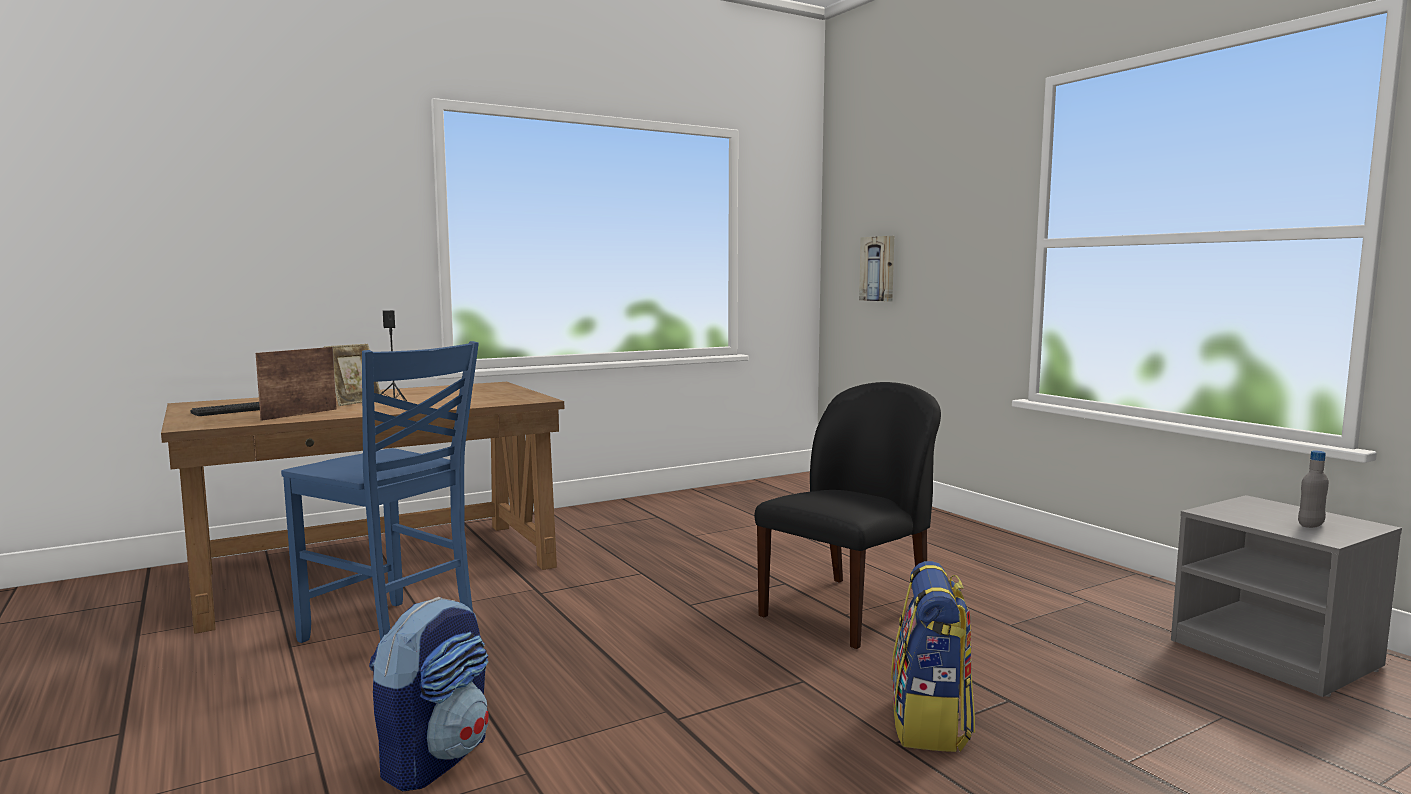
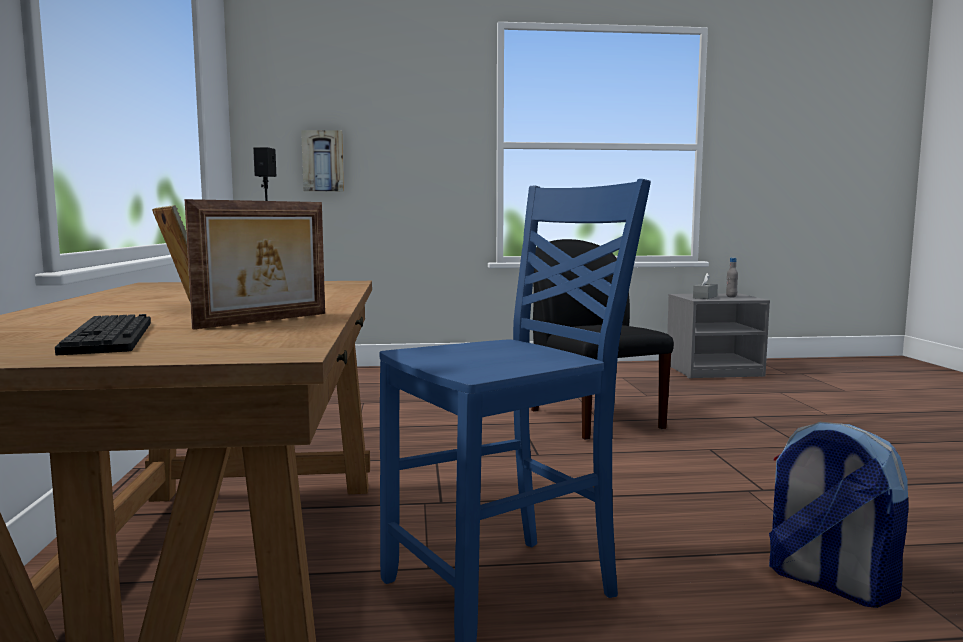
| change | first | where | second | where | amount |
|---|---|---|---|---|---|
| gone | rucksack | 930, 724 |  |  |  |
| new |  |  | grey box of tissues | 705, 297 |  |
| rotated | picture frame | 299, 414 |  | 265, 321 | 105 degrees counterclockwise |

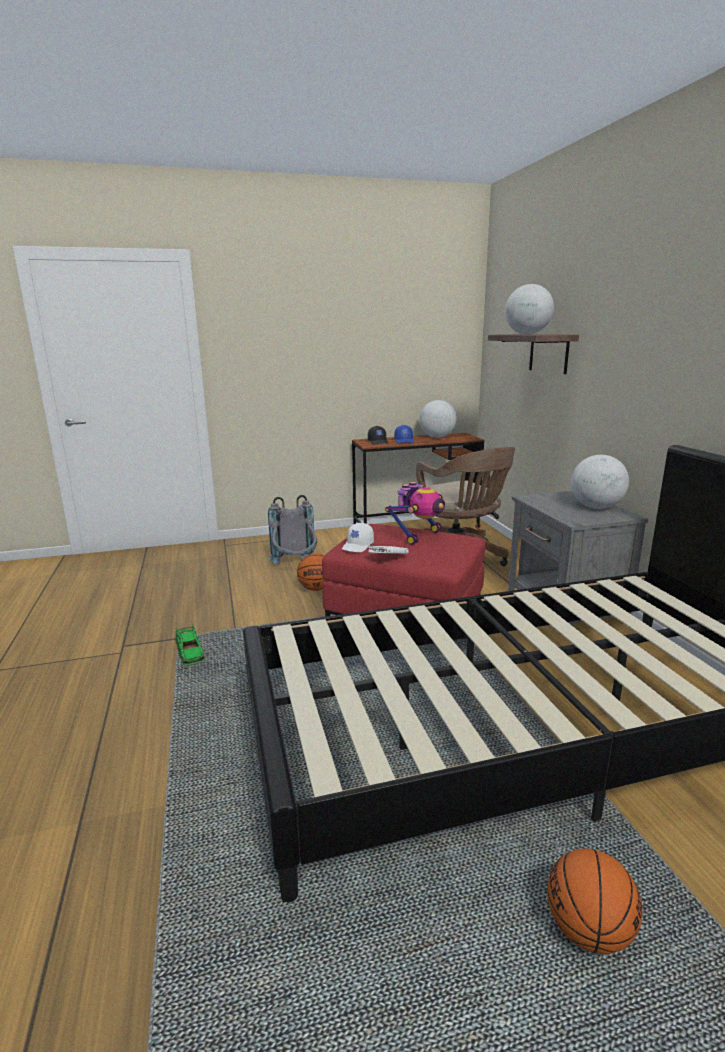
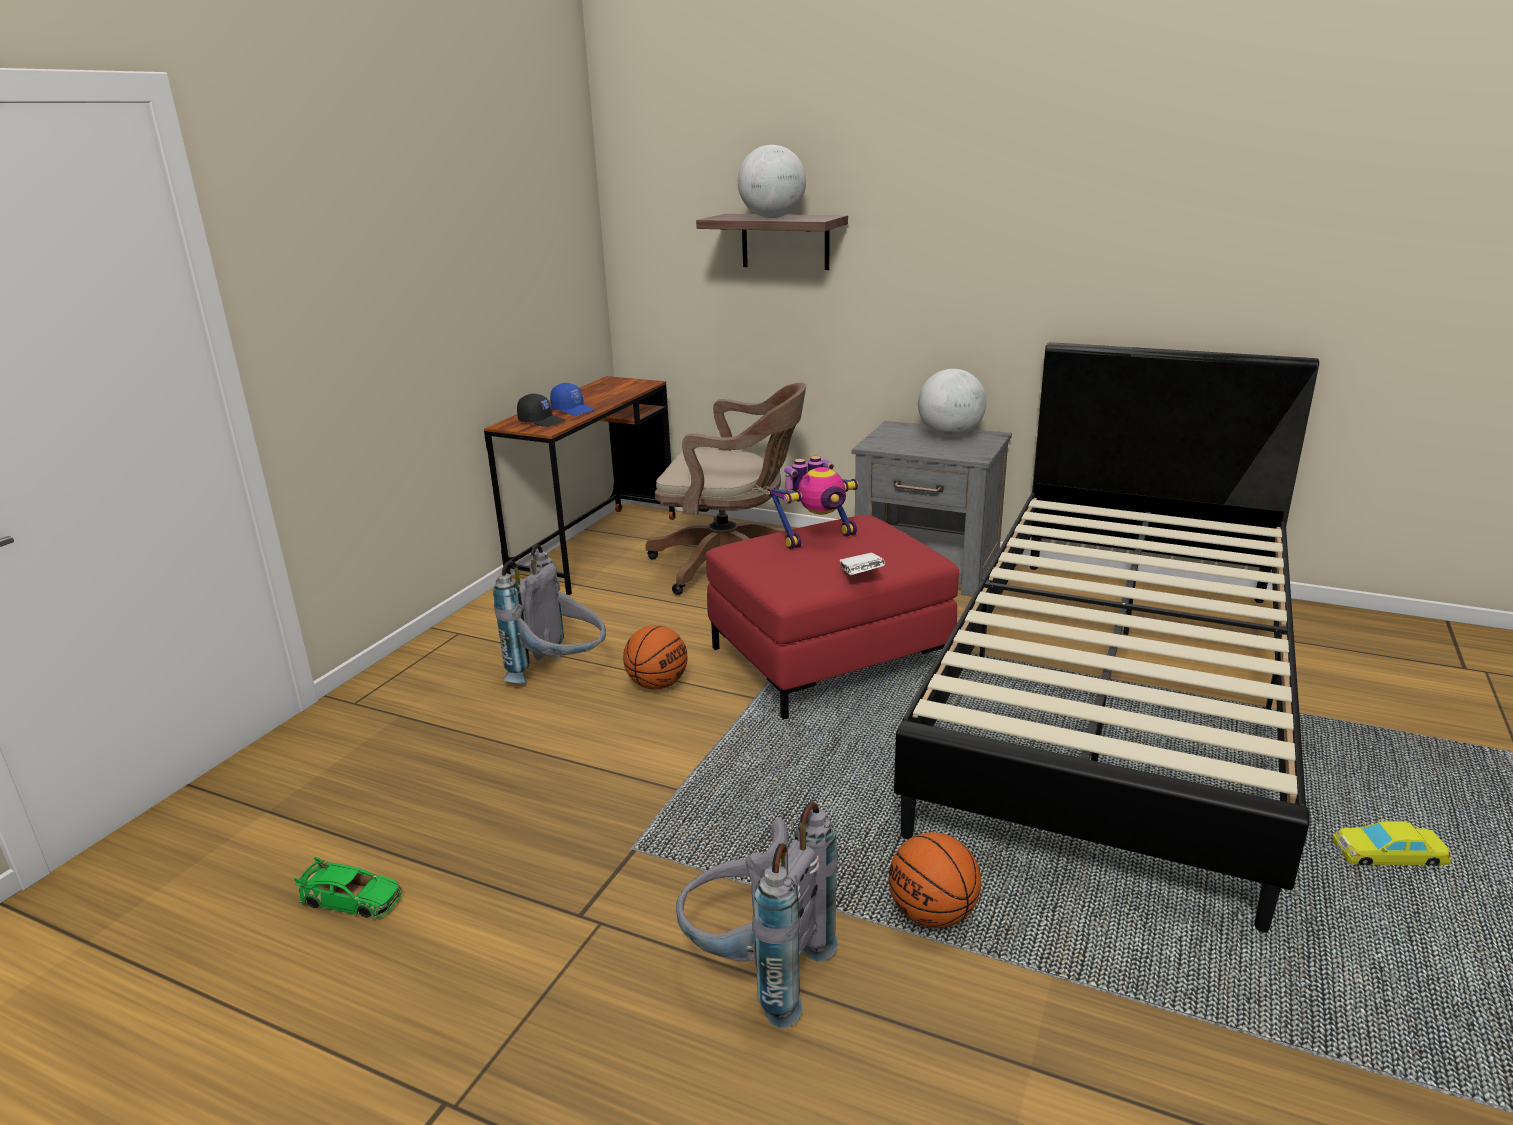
| change | first | where | second | where | amount |
|---|---|---|---|---|---|
| gone | white-coloured baseball cap | 358, 546 |  |  |  |
| gone | desk globe | 437, 437 |  |  |  |
| new |  |  | grey rucksack | 756, 972 |  |
| new |  |  | yellow model car | 1388, 853 |  |
| shifted | greenish model car | 190, 652 |  | 351, 899 |  |
| shifted | basketball ball | 587, 930 |  | 932, 914 |  |
| rotated | robot figure | 418, 536 |  | 816, 537 | 75 degrees clockwise |

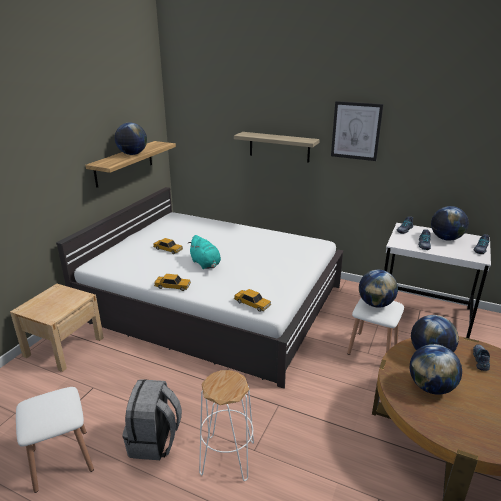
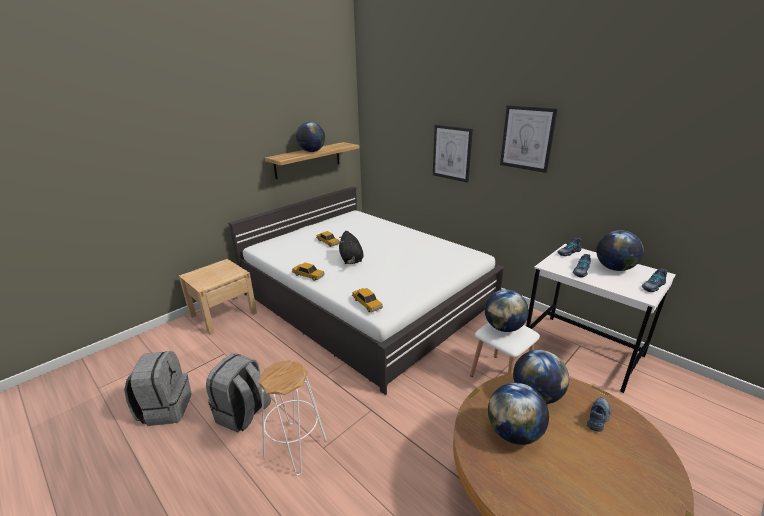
| change | first | where | second | where | amount |
|---|---|---|---|---|---|
| swapped | white-coloured stool seat | 61, 459 | grey rucksack | 166, 409 |  |
| swapped | bracket shelf | 279, 147 | picture | 452, 153 |  |
| repainted | turquoise soft toy | 206, 264 | black soft toy | 351, 260 |  |

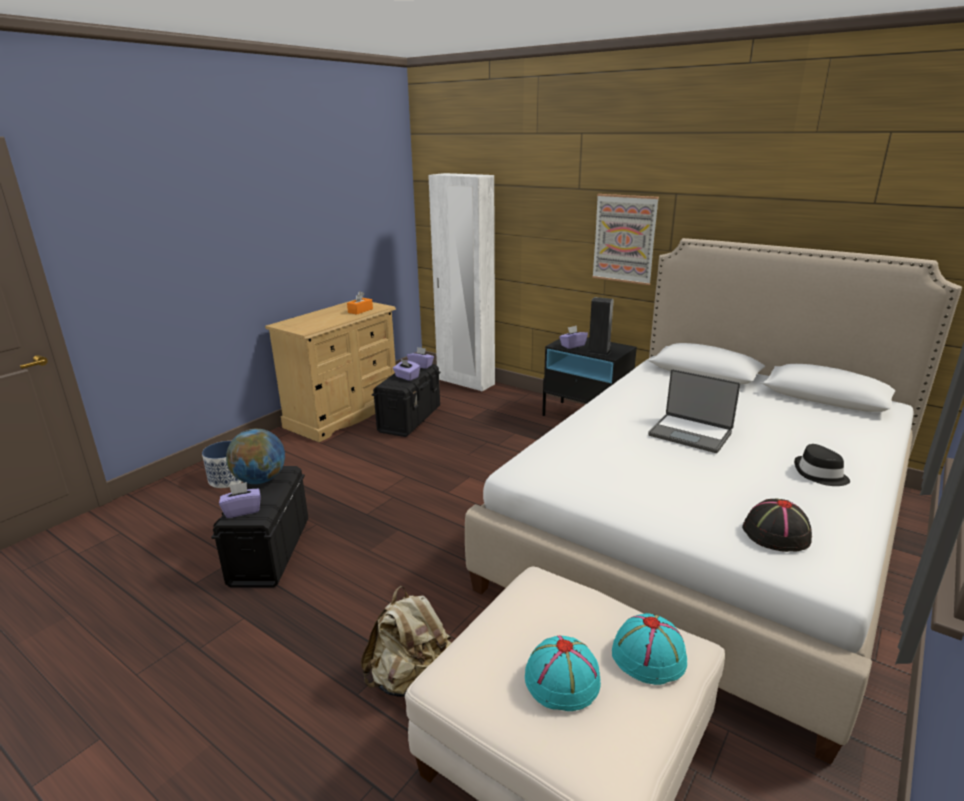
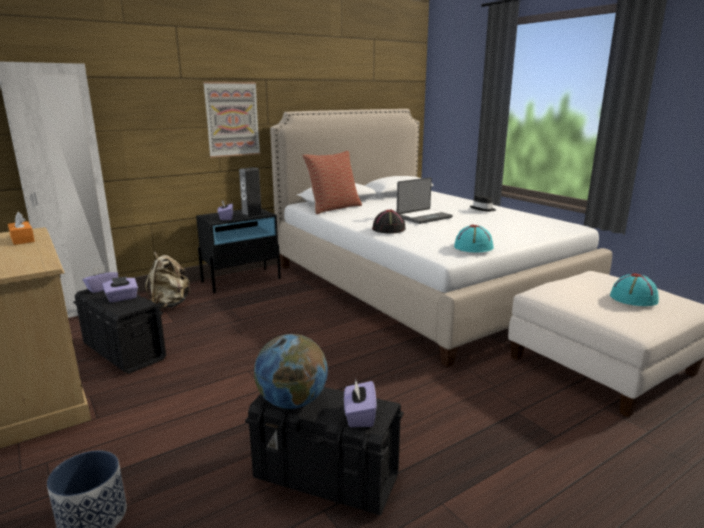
| change | first | where | second | where | amount |
|---|---|---|---|---|---|
| new |  |  | cushion | 333, 208 |  |
| shifted | sand-coloured rucksack | 411, 679 |  | 169, 305 |  |
| shifted | turquoise wearable hat | 649, 656 |  | 473, 247 |  |
| shifted | black wearable hat | 775, 534 |  | 388, 229 |  |

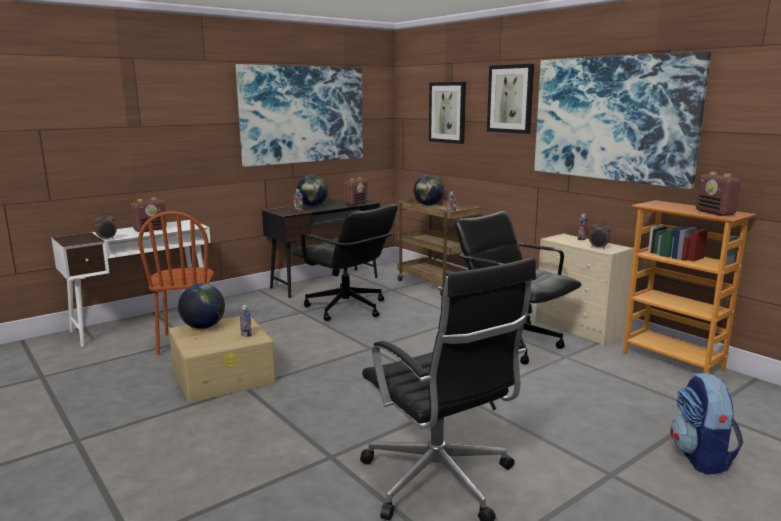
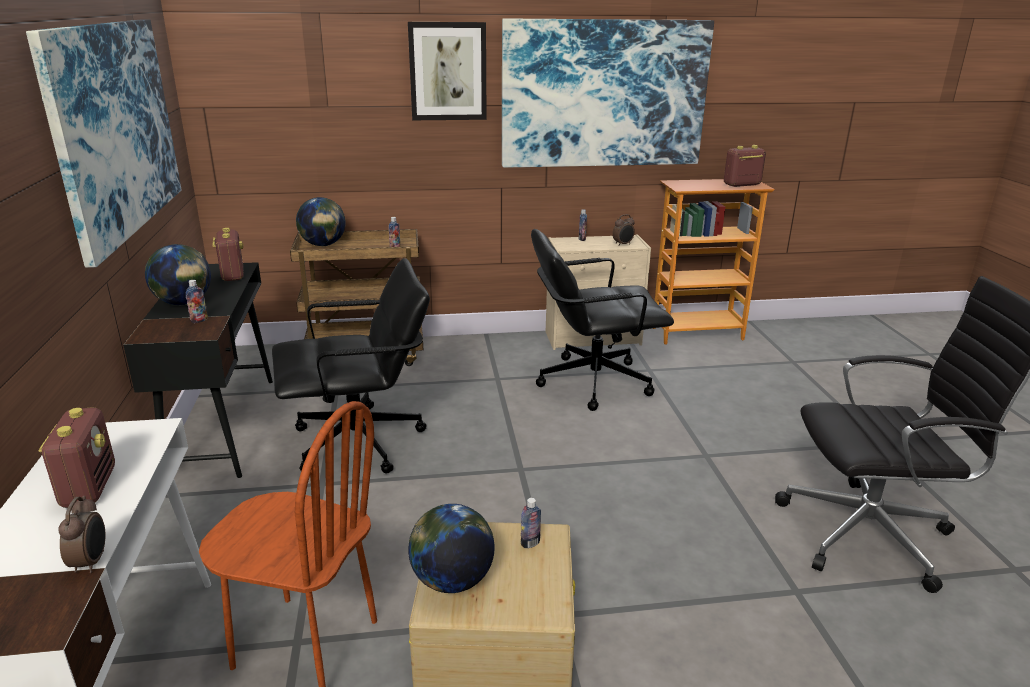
| change | first | where | second | where | amount |
|---|---|---|---|---|---|
| gone | picture | 447, 112 |  |  |  |
| gone | rucksack | 701, 457 |  |  |  |
| rotated | radio receiver | 715, 213 |  | 741, 184 | 150 degrees clockwise |

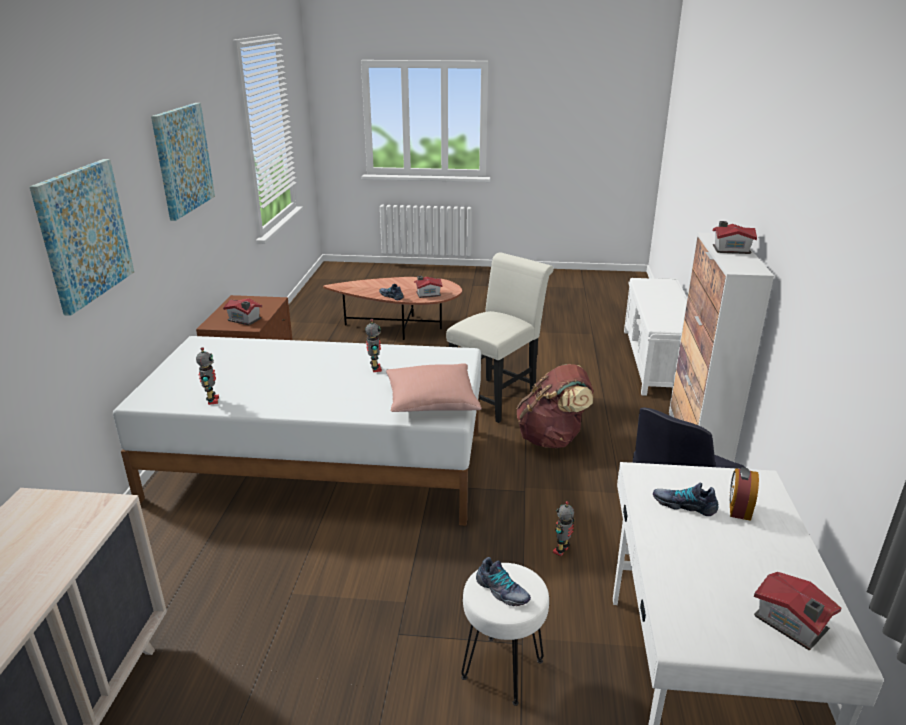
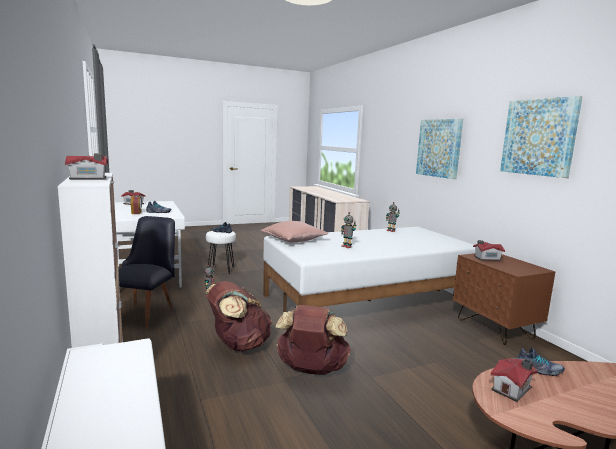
| change | first | where | second | where | amount |
|---|---|---|---|---|---|
| swapped | white-coloured plain chair | 497, 397 | brownish rucksack | 311, 370 |  |

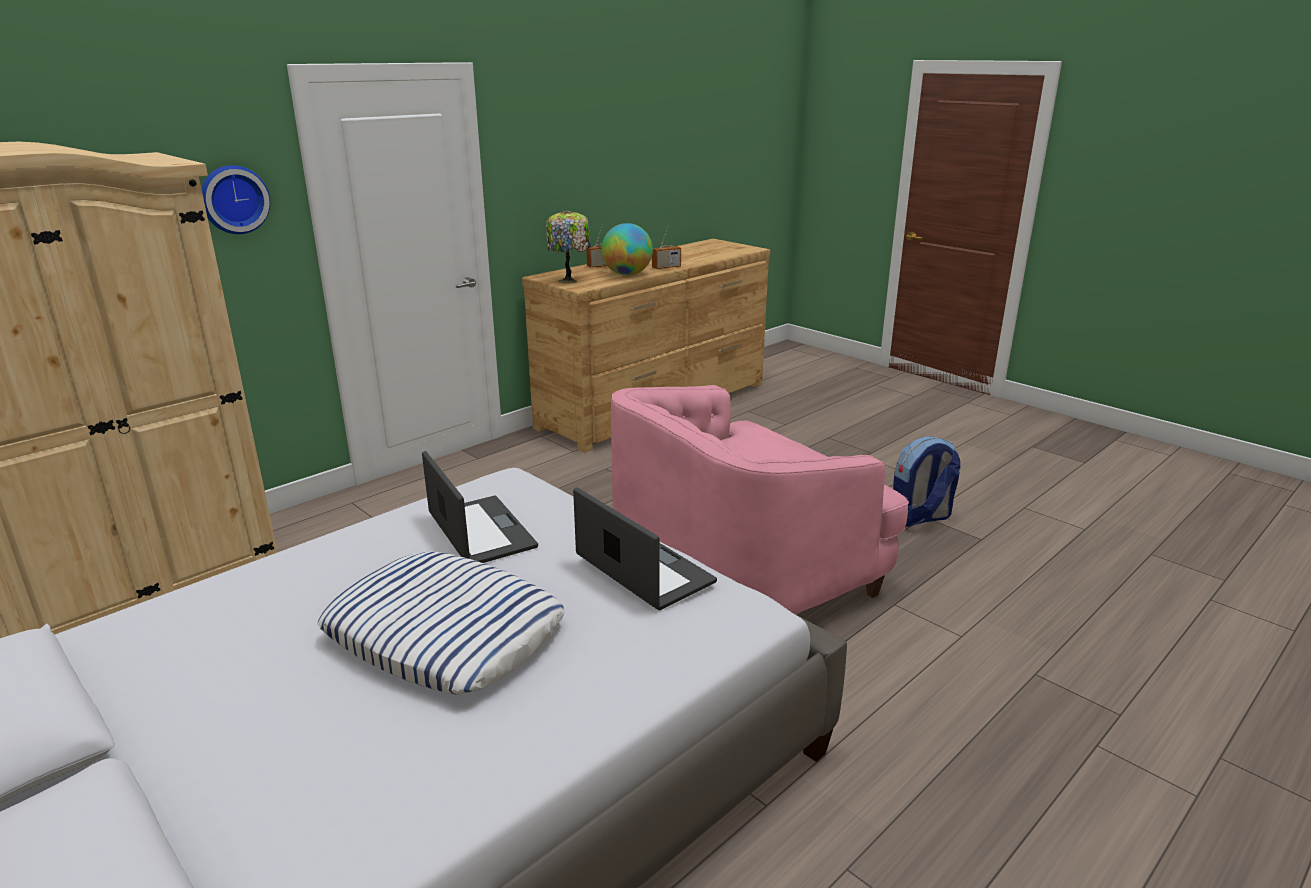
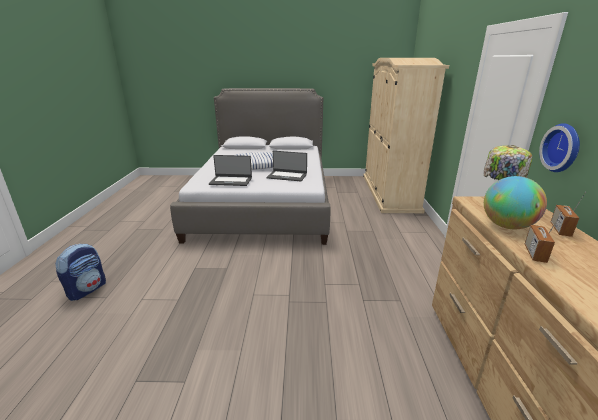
| change | first | where | second | where | amount |
|---|---|---|---|---|---|
| gone | pink easy chair | 743, 572 |  |  |  |
| shifted | wall clock | 233, 199 |  | 563, 148 |  |
| shifted | rucksack | 919, 518 |  | 87, 289 |  |

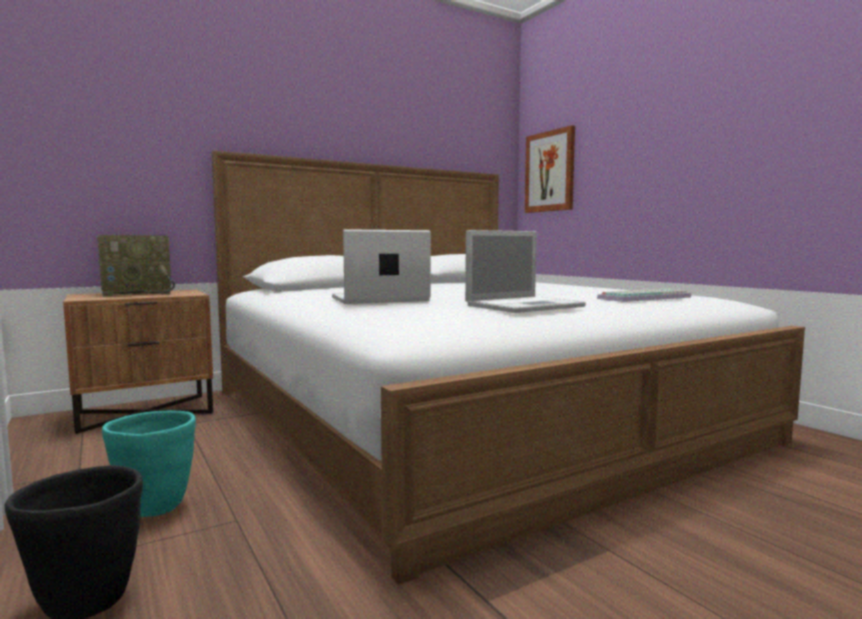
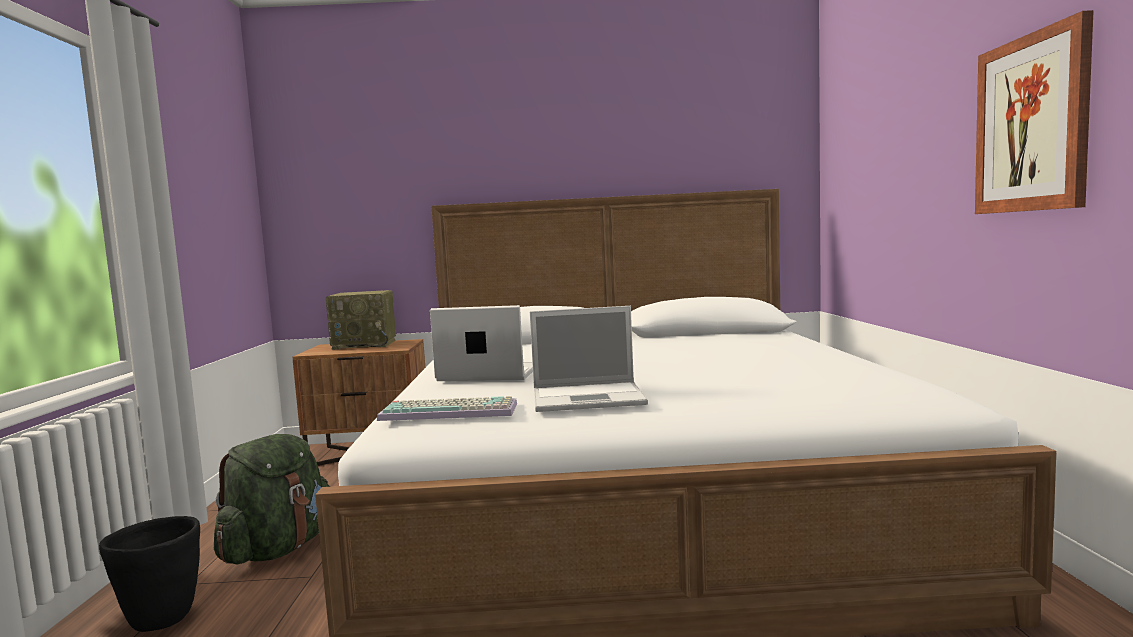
| change | first | where | second | where | amount |
|---|---|---|---|---|---|
| shifted | picture | 550, 171 |  | 1031, 124 |  |
| shifted | keyboard | 644, 297 |  | 451, 411 |  |
| swapped | turquoise flower pot | 155, 506 | greenish rucksack | 278, 549 |  |

